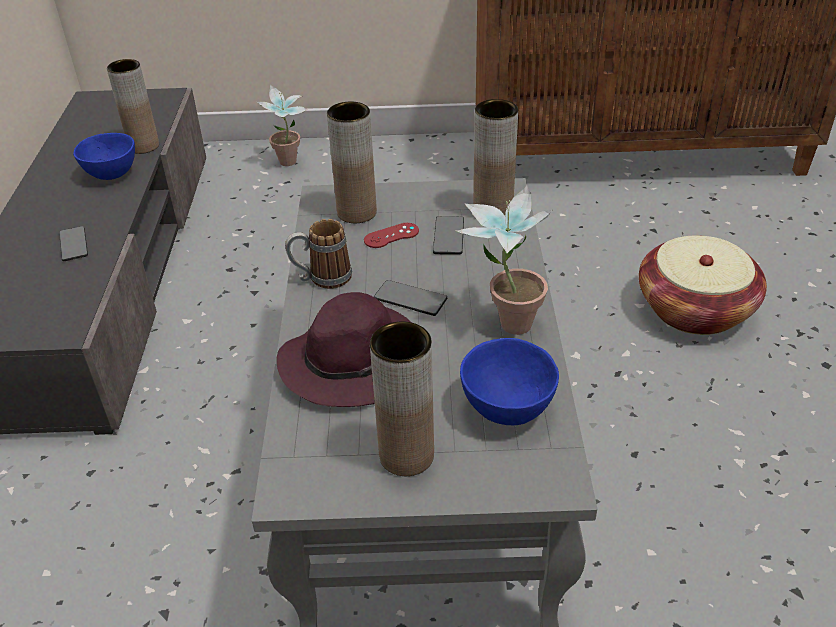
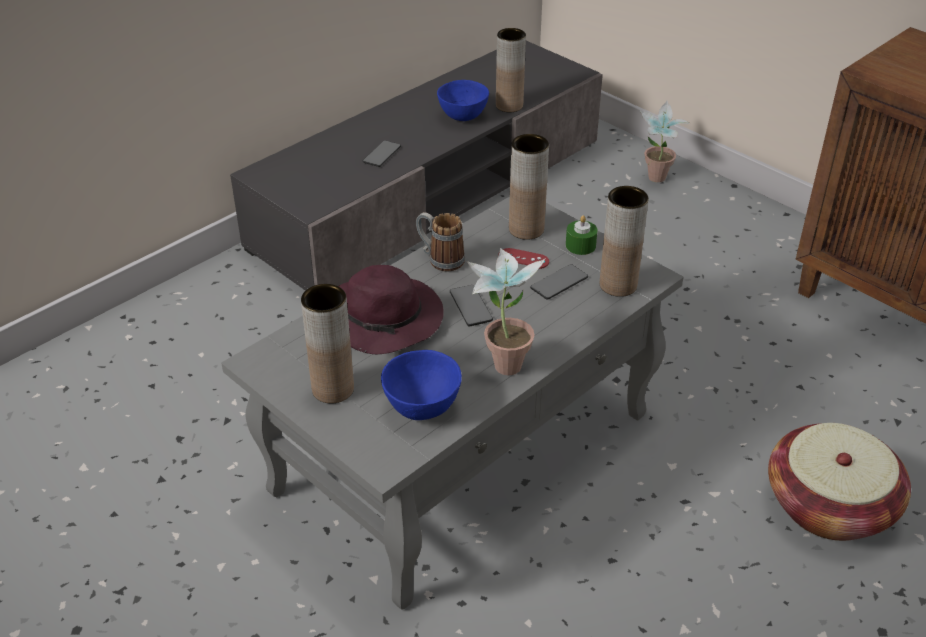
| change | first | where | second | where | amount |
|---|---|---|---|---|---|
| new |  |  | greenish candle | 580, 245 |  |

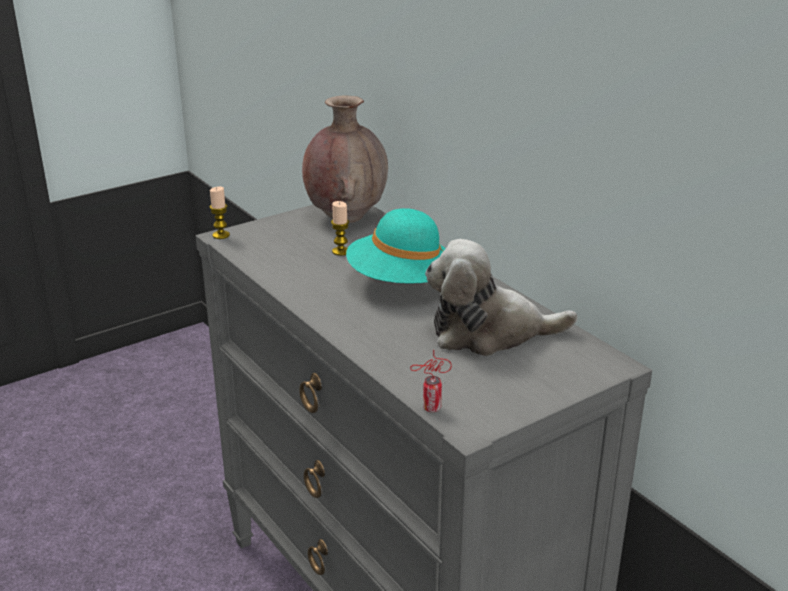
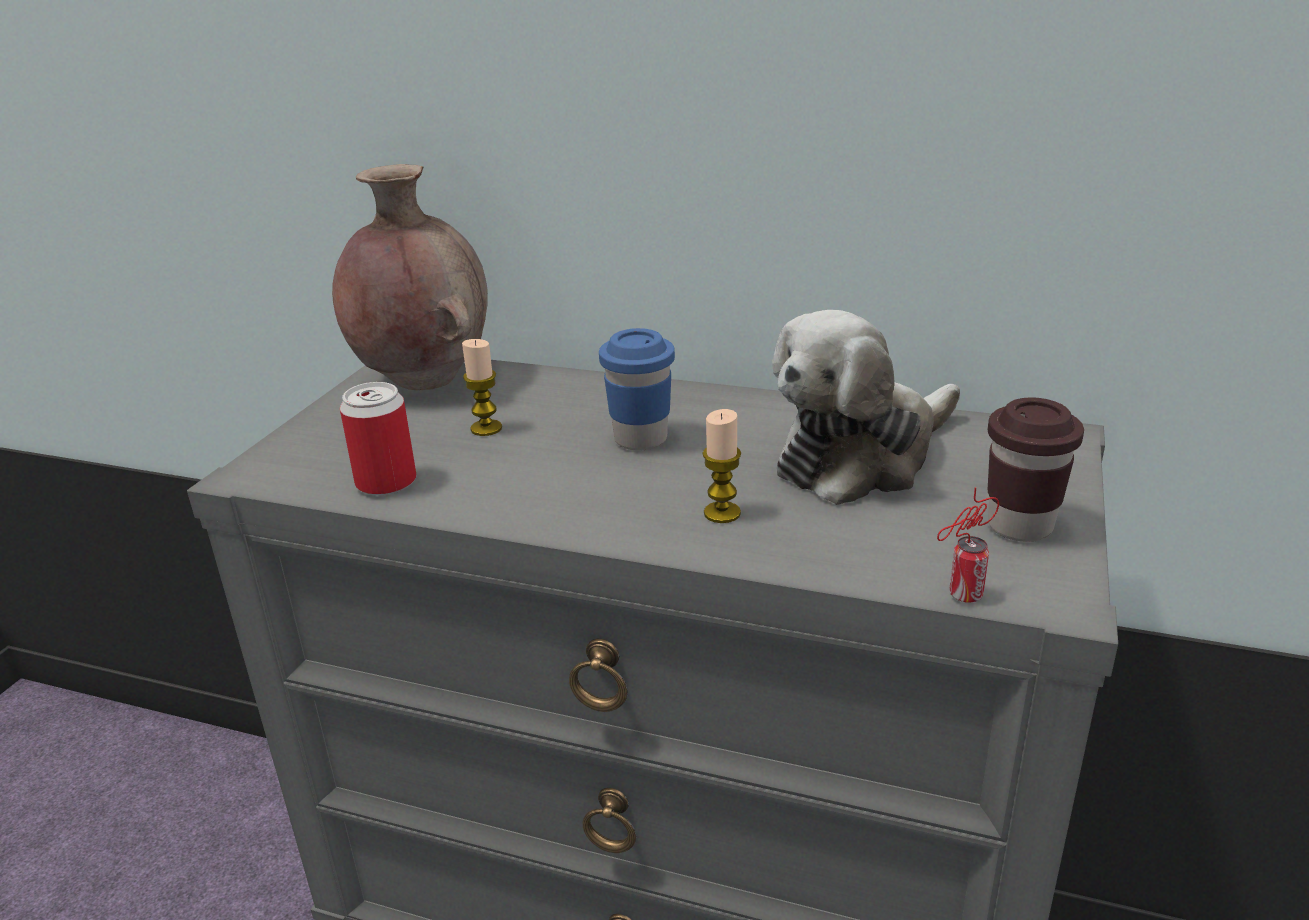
| change | first | where | second | where | amount |
|---|---|---|---|---|---|
| new |  |  | sealed can | 386, 482 |  |
| new |  |  | brownish small cup | 1020, 526 |  |
| shifted | candle | 221, 235 |  | 722, 513 |  |
| swapped | turquoise wearable hat | 400, 283 | blue small cup | 640, 439 |  |

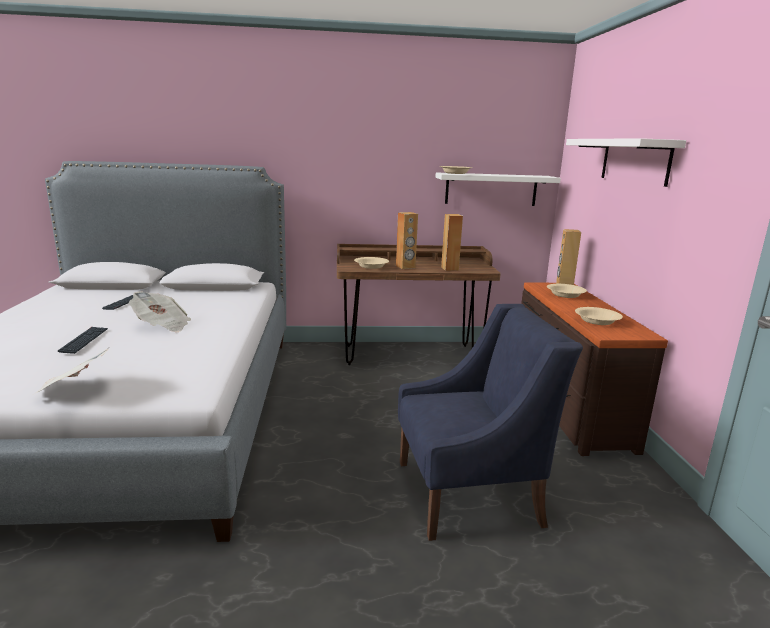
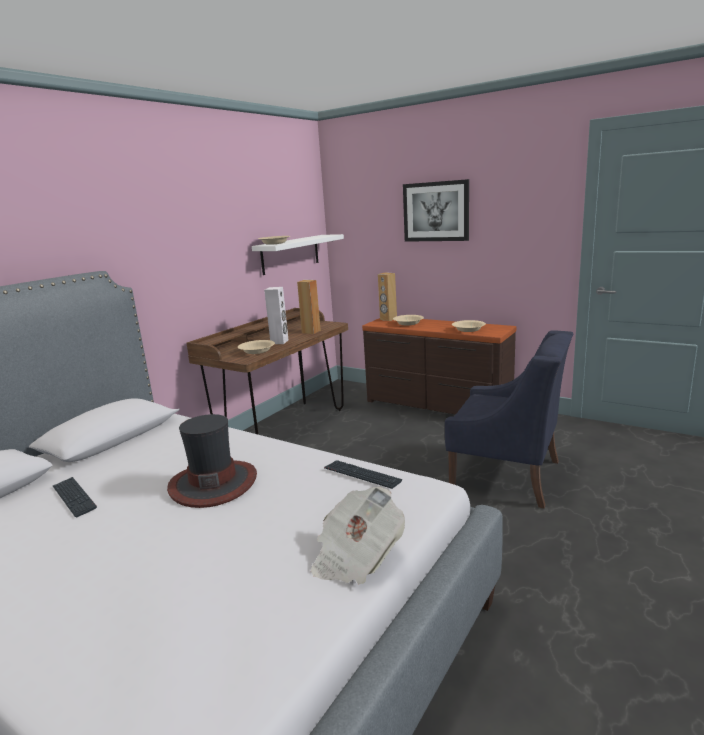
| change | first | where | second | where | amount |
|---|---|---|---|---|---|
| shifted | keyboard | 84, 340 |  | 362, 475 |  |
| swapped | daily paper | 162, 326 | wearable hat | 213, 483 |  |
| swapped | white-coloured bracket shelf | 634, 161 | picture | 436, 211 |  |
| repainted | brownish speaker | 405, 267 | white-coloured speaker | 279, 342 |  |
| rotated | blue easy chair | 469, 492 |  | 507, 475 | 90 degrees clockwise |

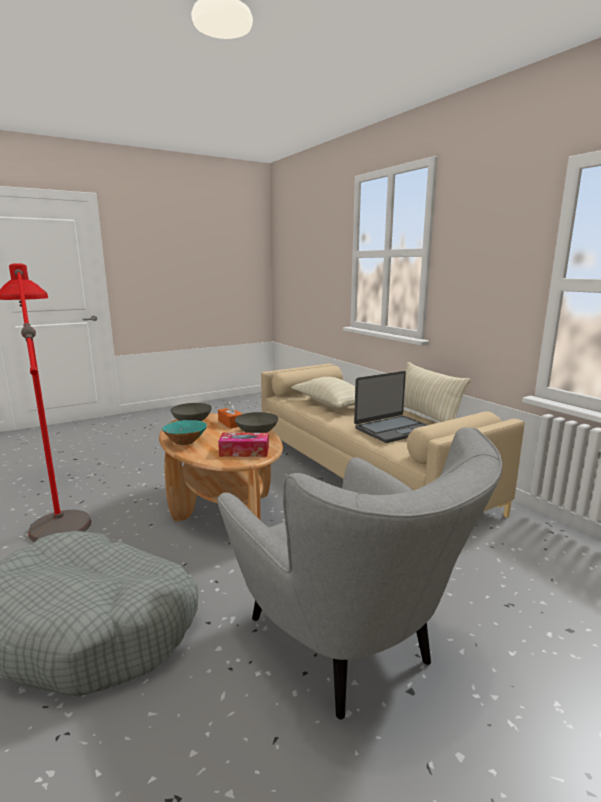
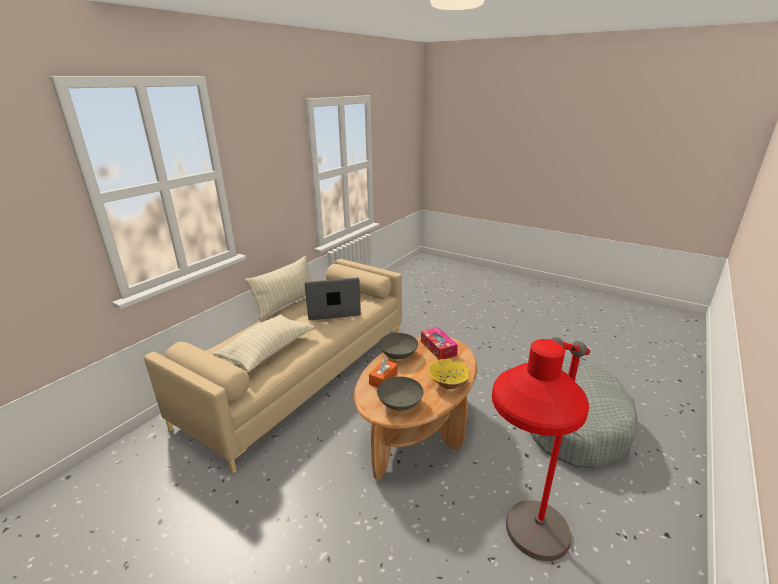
| change | first | where | second | where | amount |
|---|---|---|---|---|---|
| gone | grey easy chair | 348, 647 |  |  |  |
| repainted | turquoise deep dish | 185, 442 | yellow deep dish | 448, 383 |  |
| rotated | notebook computer | 393, 429 |  | 333, 310 | 45 degrees counterclockwise |

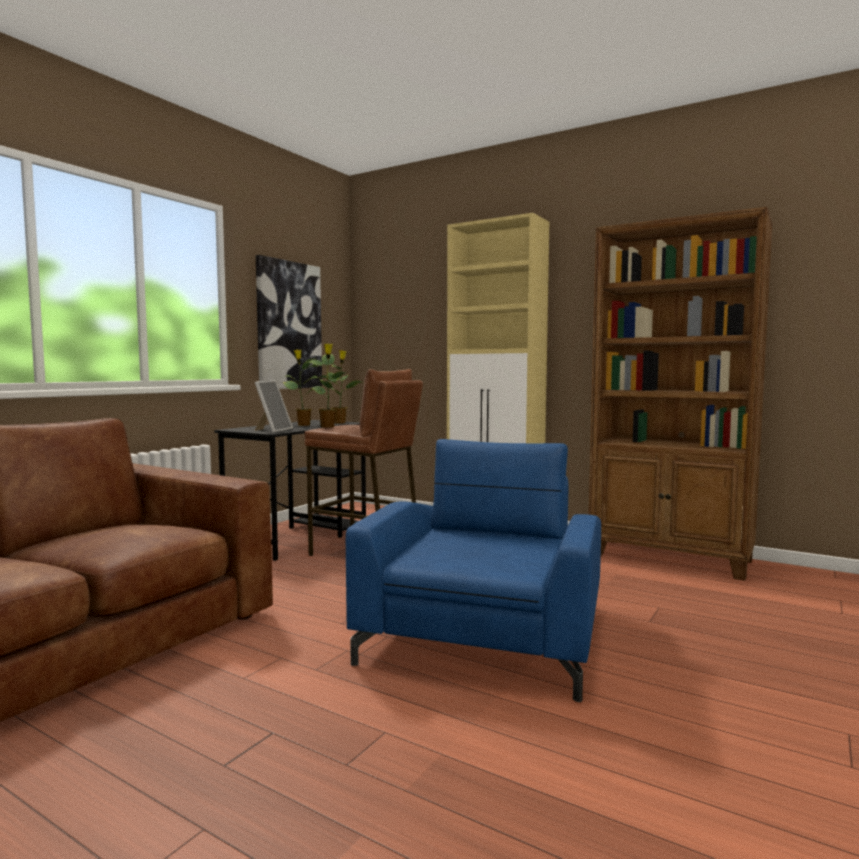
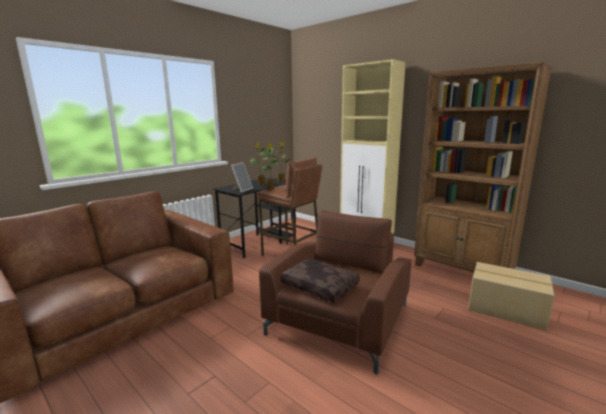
| change | first | where | second | where | amount |
|---|---|---|---|---|---|
| gone | picture | 288, 325 |  |  |  |
| new |  |  | brownish cushion | 321, 286 |  |
| new |  |  | carton | 506, 310 |  |
| repainted | blue easy chair | 485, 634 | brownish easy chair | 339, 319 |  |

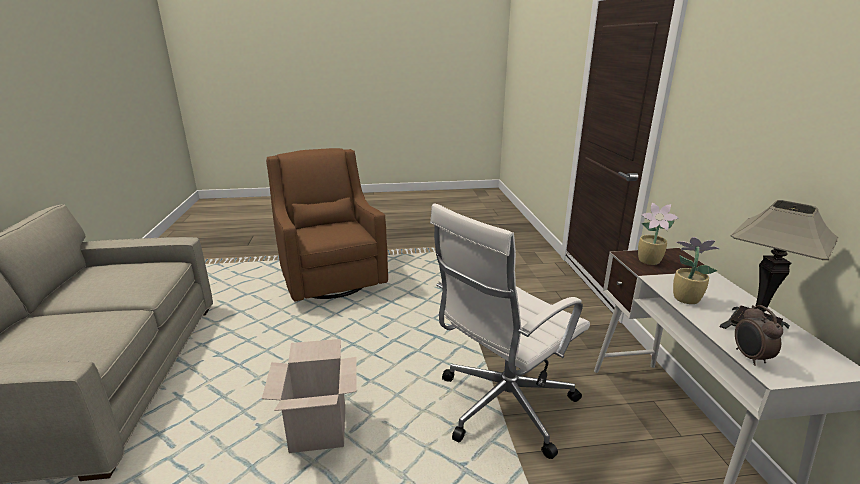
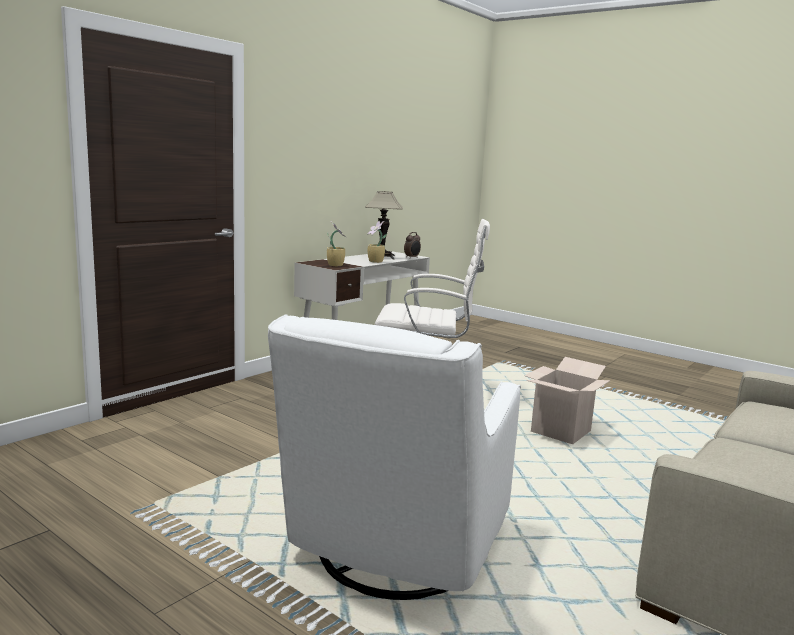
| change | first | where | second | where | amount |
|---|---|---|---|---|---|
| repainted | brownish easy chair | 331, 278 | white-coloured easy chair | 393, 555 |  |

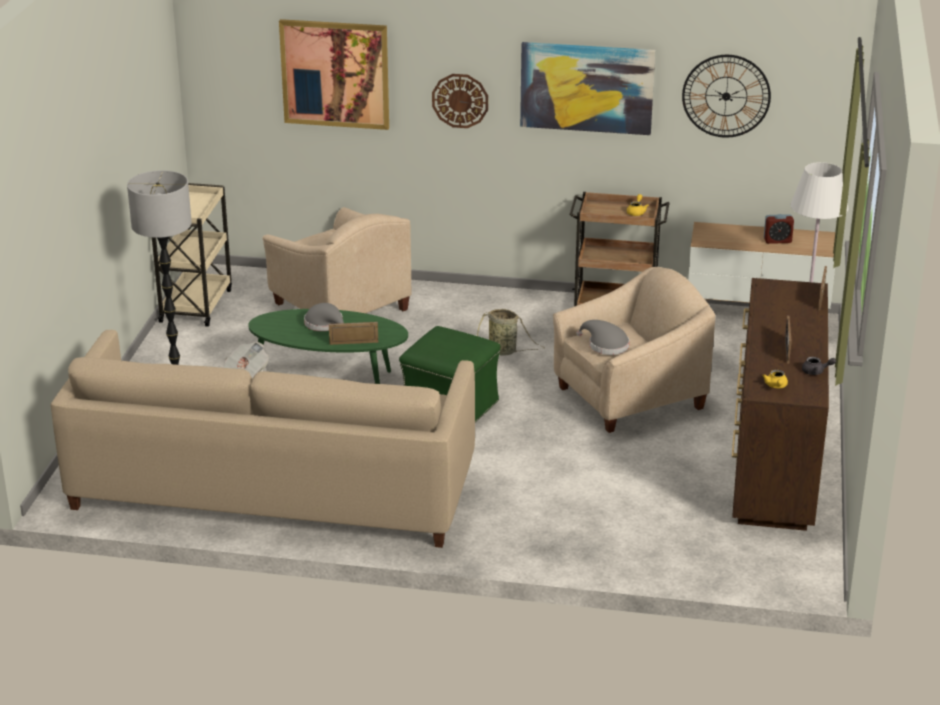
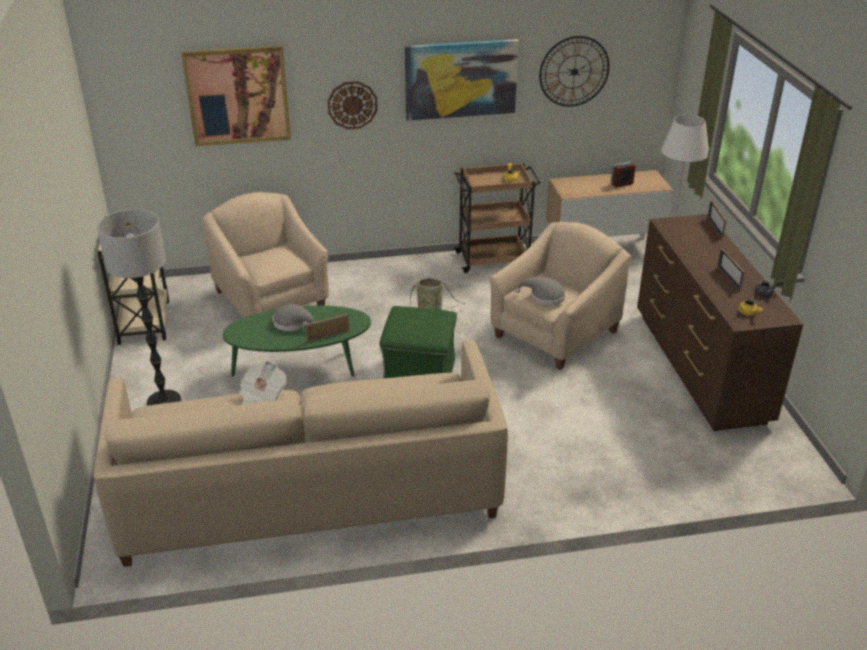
| change | first | where | second | where | amount |
|---|---|---|---|---|---|
| rotated | sand-coloured easy chair | 339, 307 |  | 272, 300 | 150 degrees counterclockwise |

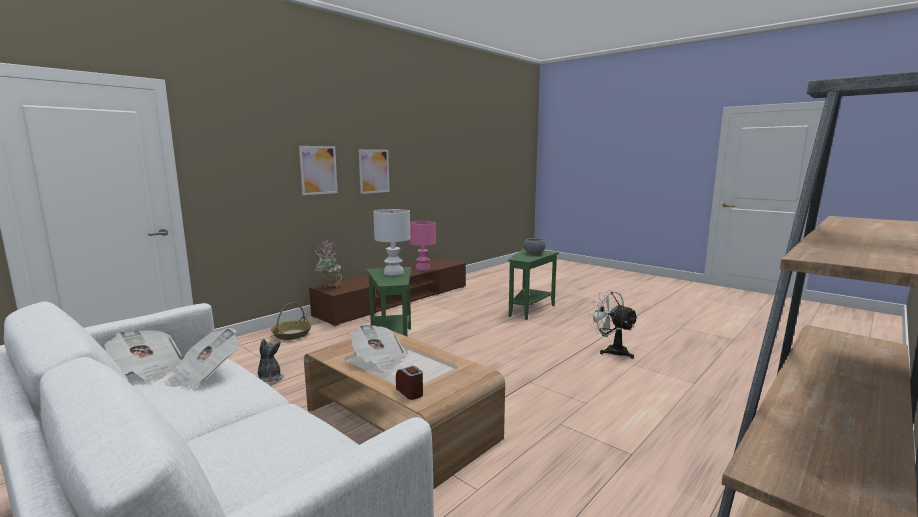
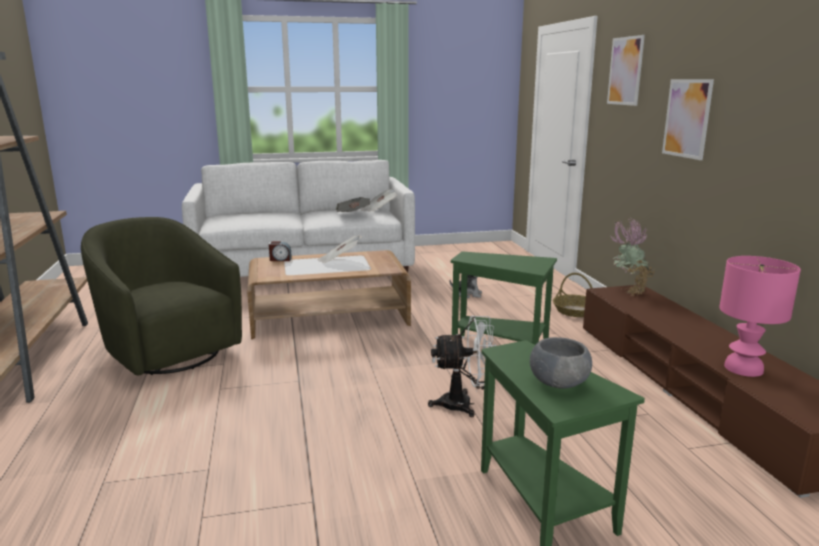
| change | first | where | second | where | amount |
|---|---|---|---|---|---|
| gone | white-coloured tabletop lamp | 393, 273 |  |  |  |
| new |  |  | greenish easy chair | 168, 351 |  |
| shifted | picture | 374, 171 |  | 625, 71 |  |
| shifted | white-coloured cooling fan | 611, 350 |  | 464, 404 |  |

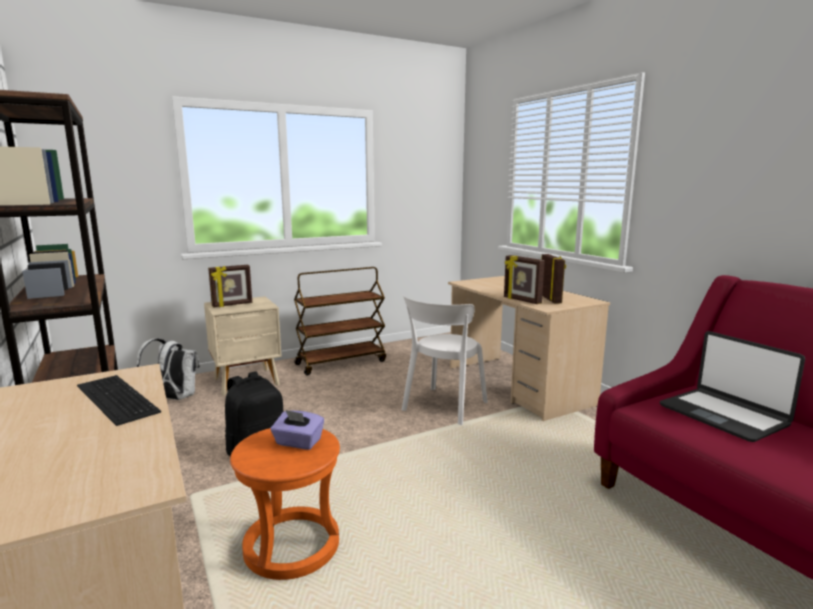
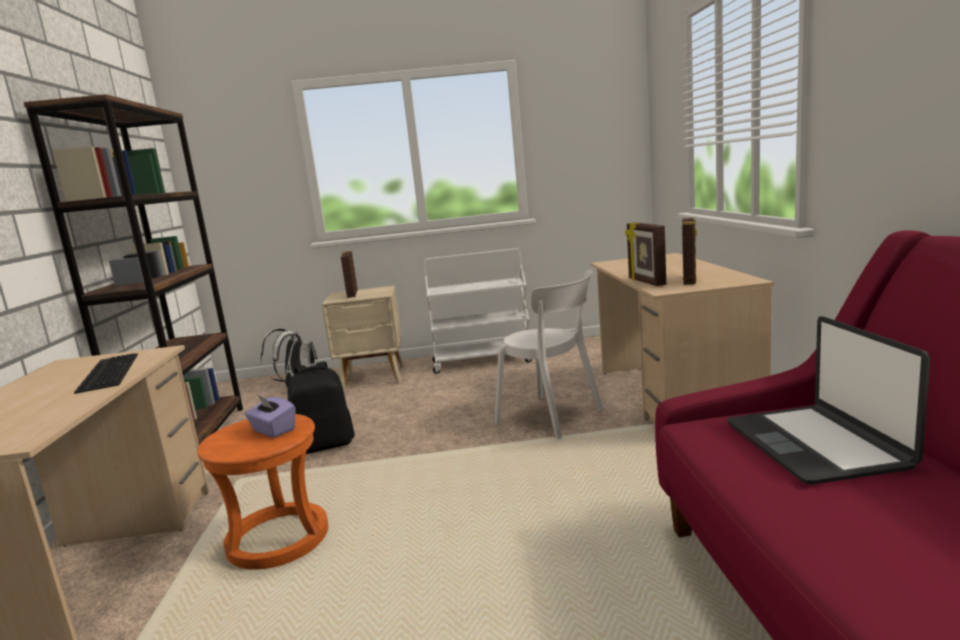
| change | first | where | second | where | amount |
|---|---|---|---|---|---|
| repainted | brownish trolley | 341, 362 | white-coloured trolley | 483, 361 |  |
| rotated | picture frame | 232, 305 |  | 352, 294 | 90 degrees clockwise |
| rotated | white-coloured plain chair | 443, 407 |  | 553, 417 | 105 degrees counterclockwise |

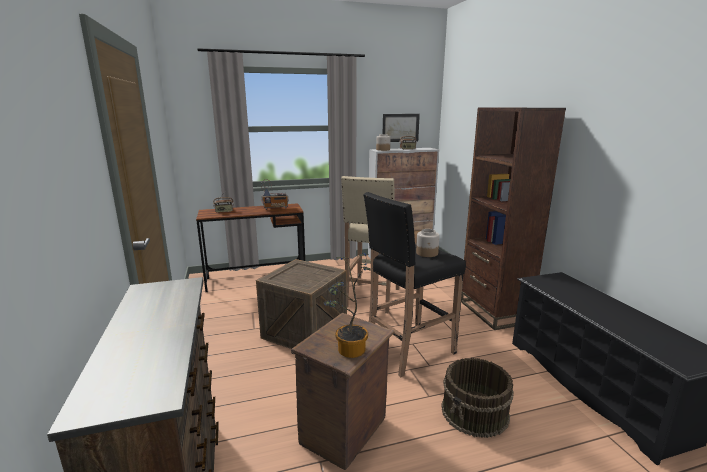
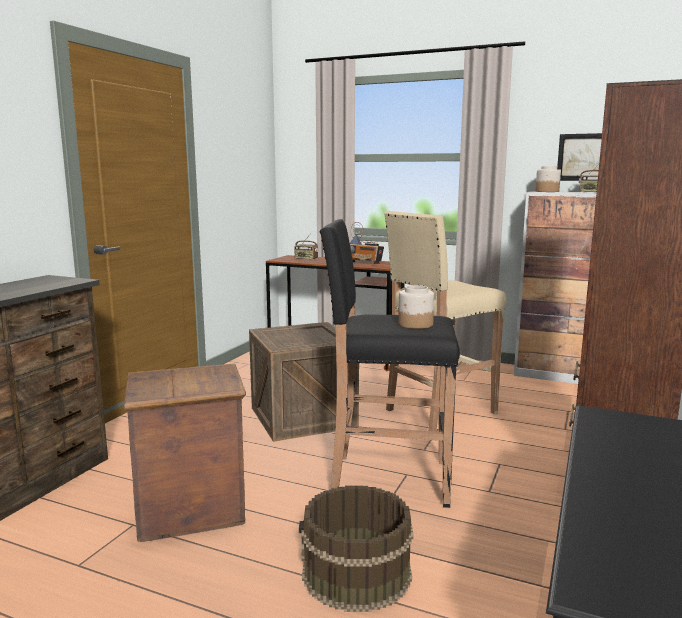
| change | first | where | second | where | amount |
|---|---|---|---|---|---|
| gone | potted plant | 348, 352 |  |  |  |

